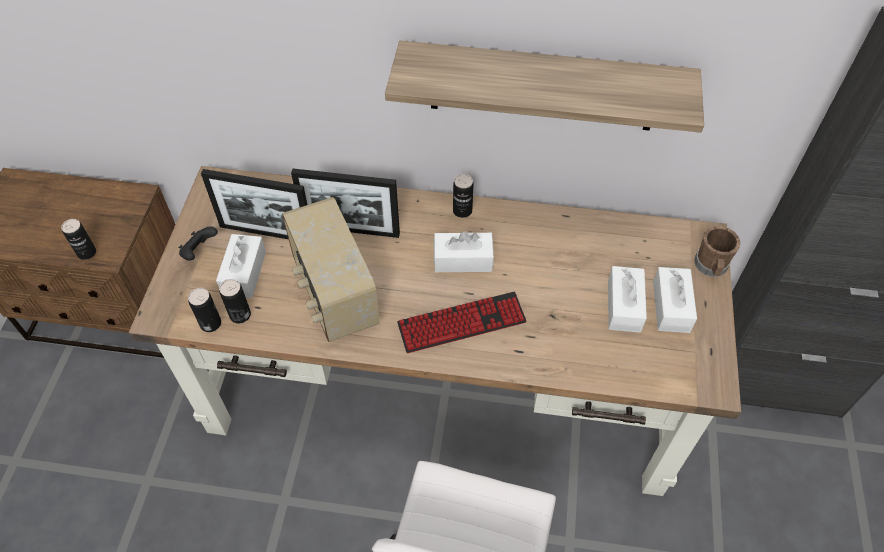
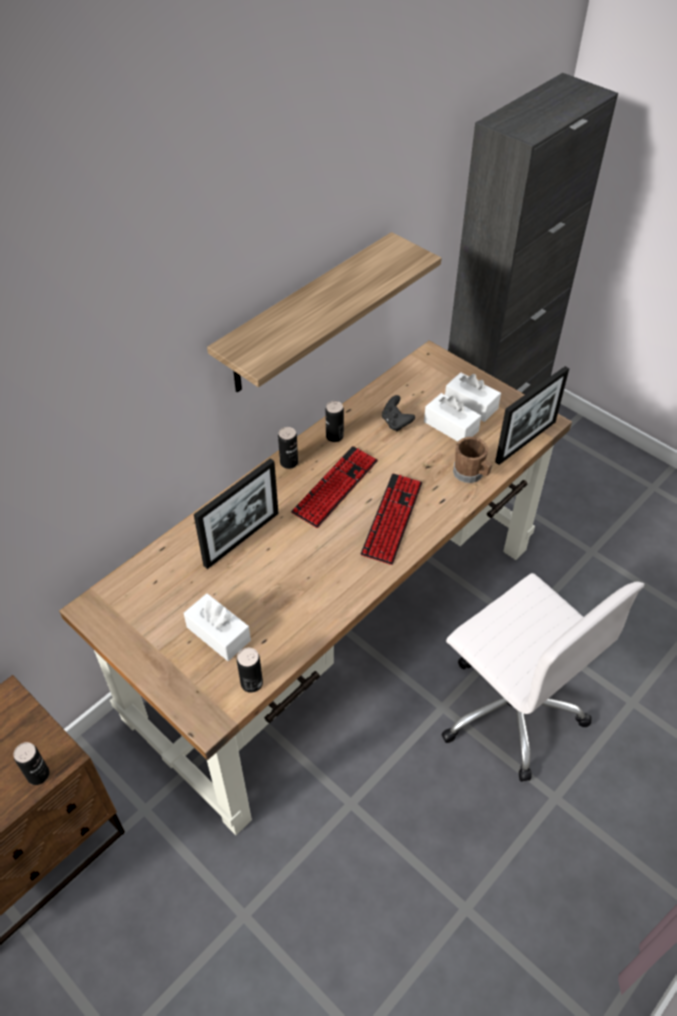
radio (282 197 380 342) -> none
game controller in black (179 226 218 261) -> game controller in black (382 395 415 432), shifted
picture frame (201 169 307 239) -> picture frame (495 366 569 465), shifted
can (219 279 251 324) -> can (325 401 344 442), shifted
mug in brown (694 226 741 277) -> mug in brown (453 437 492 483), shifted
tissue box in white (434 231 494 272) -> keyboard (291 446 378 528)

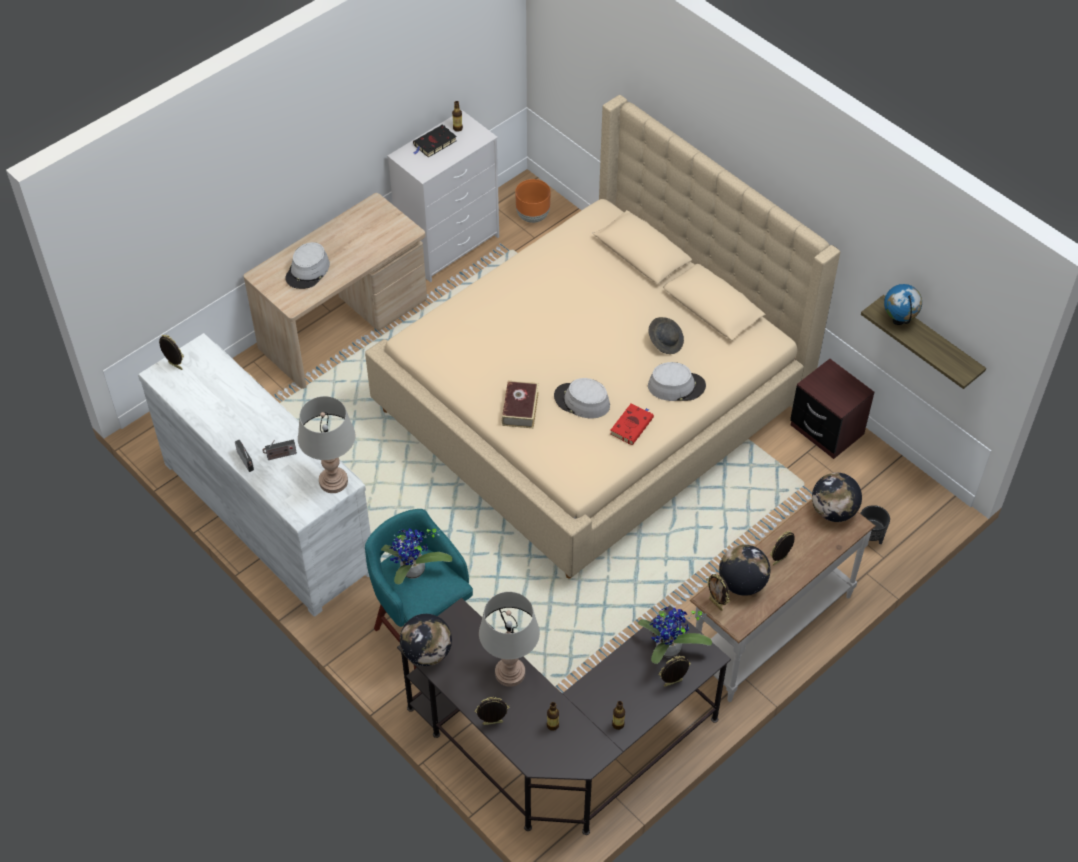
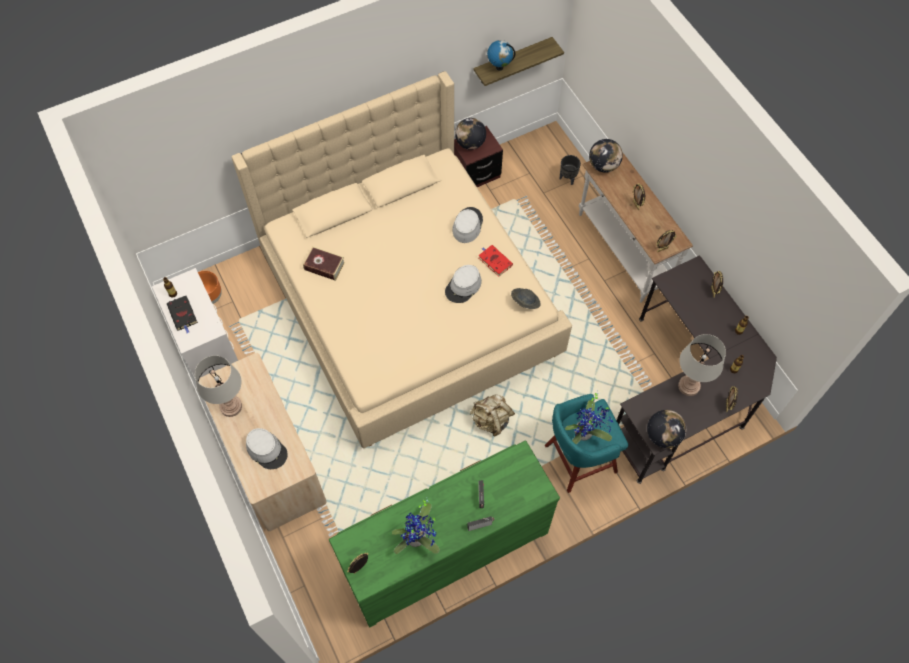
none -> backpack in beige (470 394 515 436)
table lamp in grey (298 396 355 493) -> table lamp in grey (195 355 242 417), shifted
book (502 381 539 428) -> book (303 246 345 281), shifted
potted plant (638 607 712 664) -> potted plant (392 497 440 554), shifted
hat in grey (649 317 684 354) -> hat in grey (511 288 541 309), shifted
globe (719 544 770 596) -> globe (455 118 486 150), shifted
dresser in white (138 333 371 617) -> dresser in green (329 441 560 627)

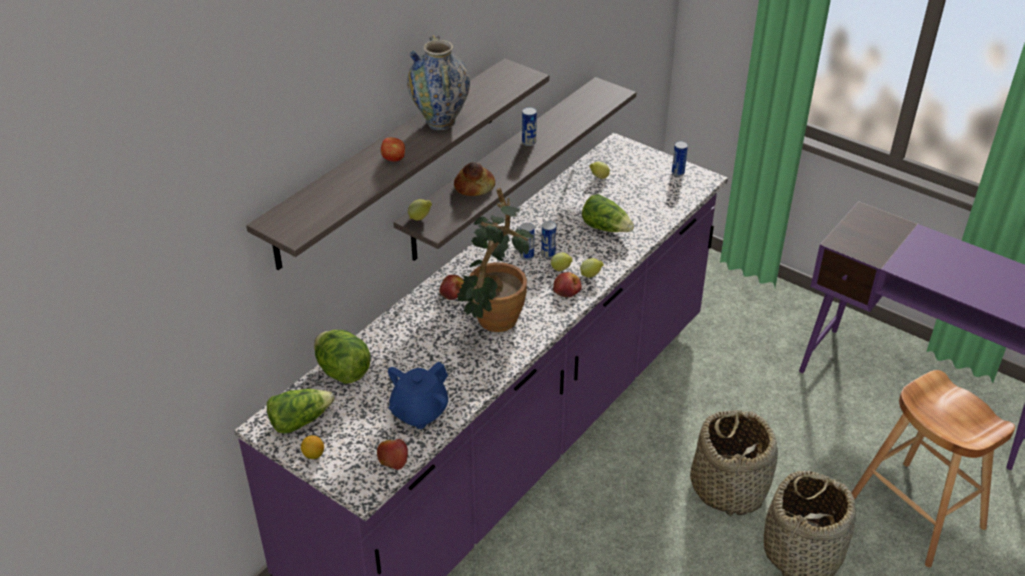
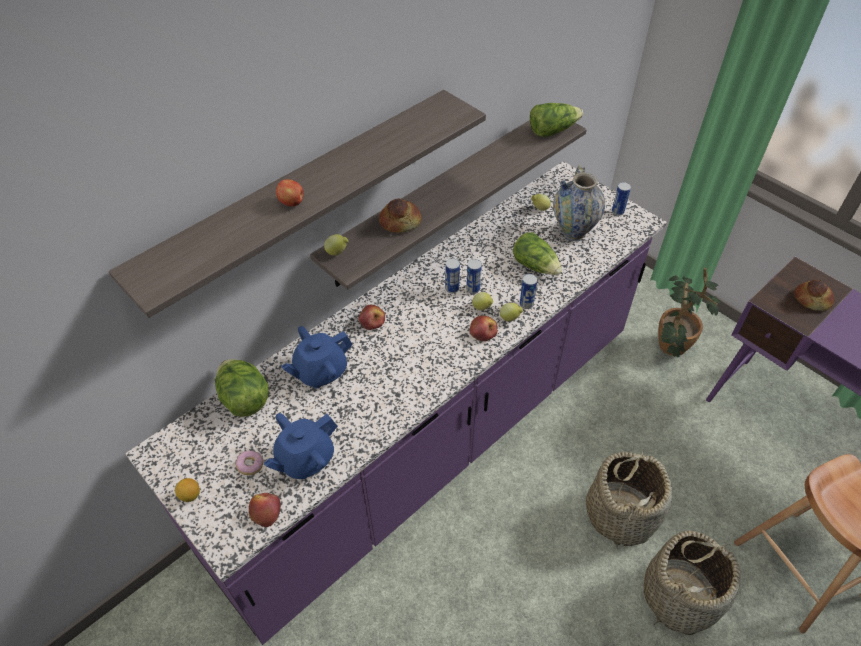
none -> donut (235 451 264 475)
none -> teapot in blue (281 326 353 389)
none -> bread (794 280 834 311)
lettuce (267 389 334 434) -> lettuce (530 103 583 137), shifted
vase (407 35 470 130) -> vase (553 165 605 242), shifted
potted plant (457 188 534 332) -> potted plant (658 268 721 357), shifted
can (522 107 537 146) -> can (520 274 538 309), shifted

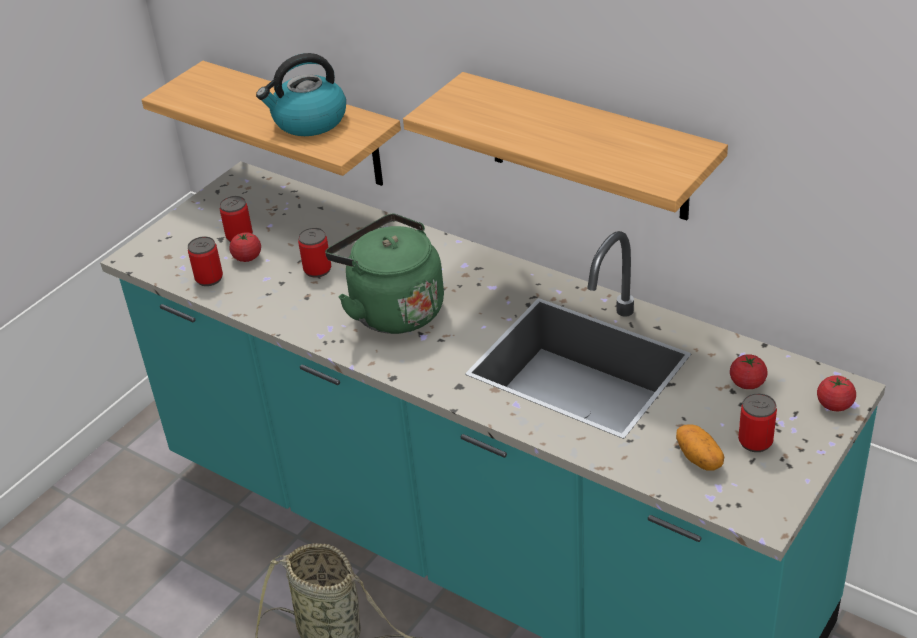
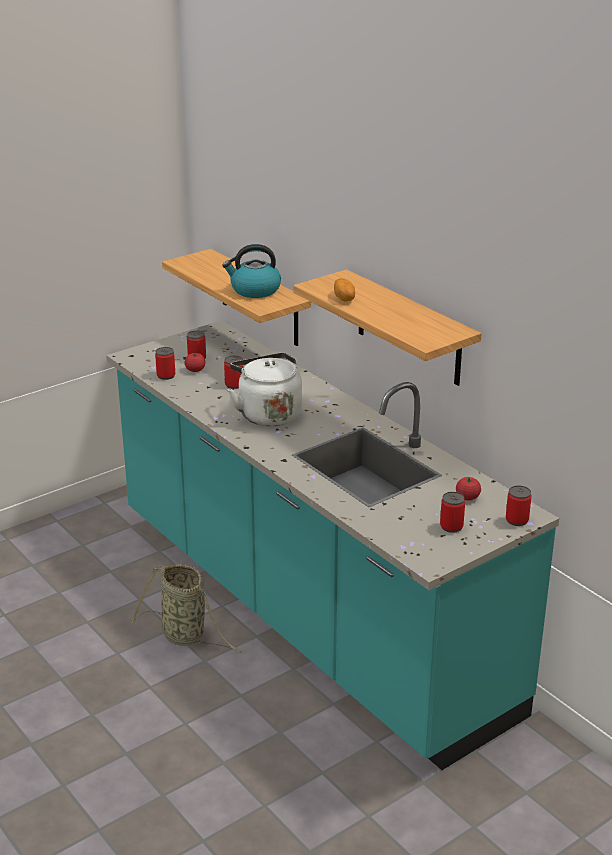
potato (676 424 724 471) -> potato (334 278 355 302), shifted
tomato (817 375 856 411) -> can (506 486 532 526)
kettle in green (325 213 444 334) -> kettle in white (227 353 302 426)

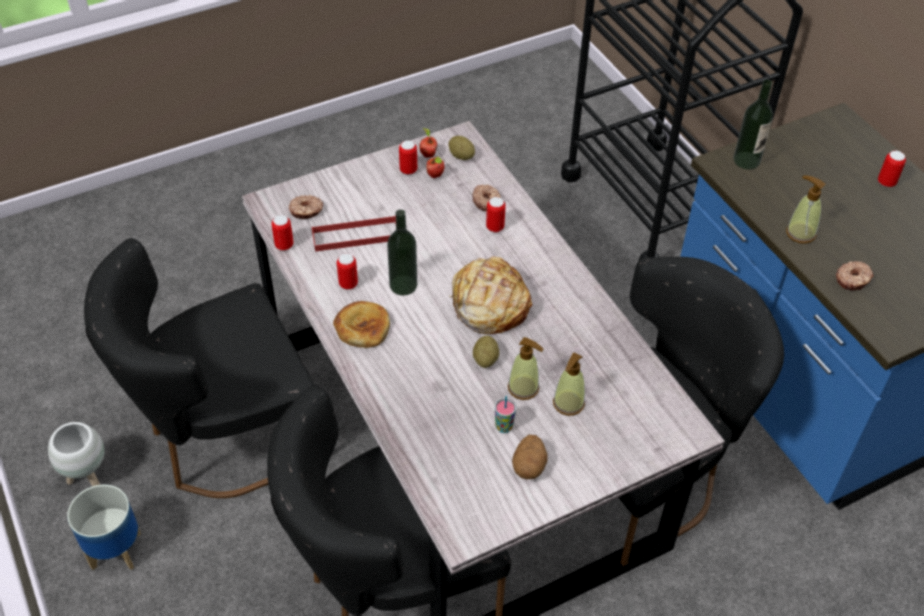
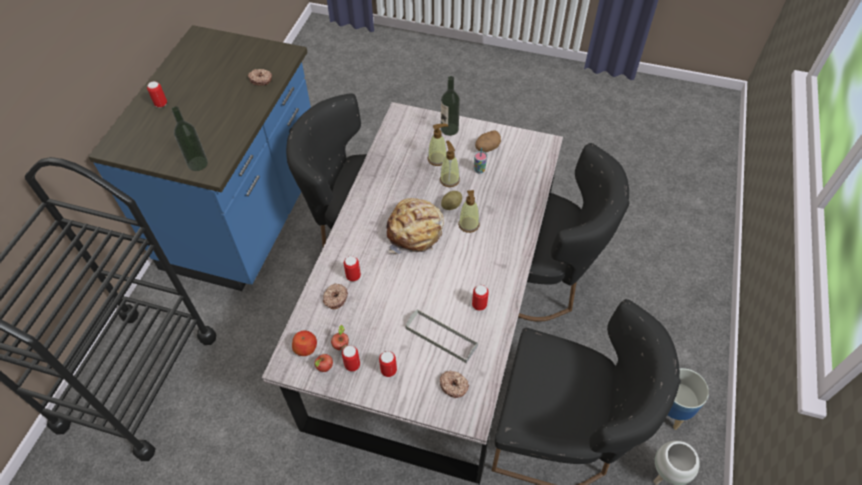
bread (333 301 390 348) -> none
can (272 215 294 251) -> can (379 351 397 377), shifted
bottle (387 209 417 296) -> bottle (441 76 460 136), shifted
soap dispenser (786 176 825 244) -> soap dispenser (458 190 480 233), shifted
potato (448 136 475 160) -> apple (292 331 317 356)
tray in red (312 215 396 252) -> tray in grey (405 309 478 363)

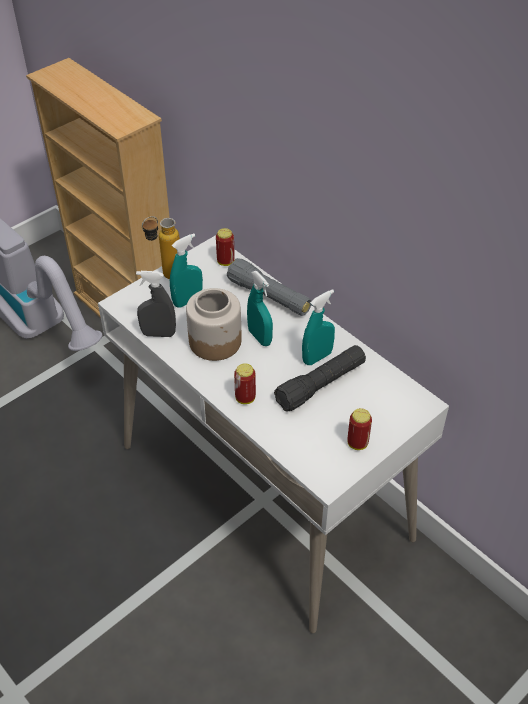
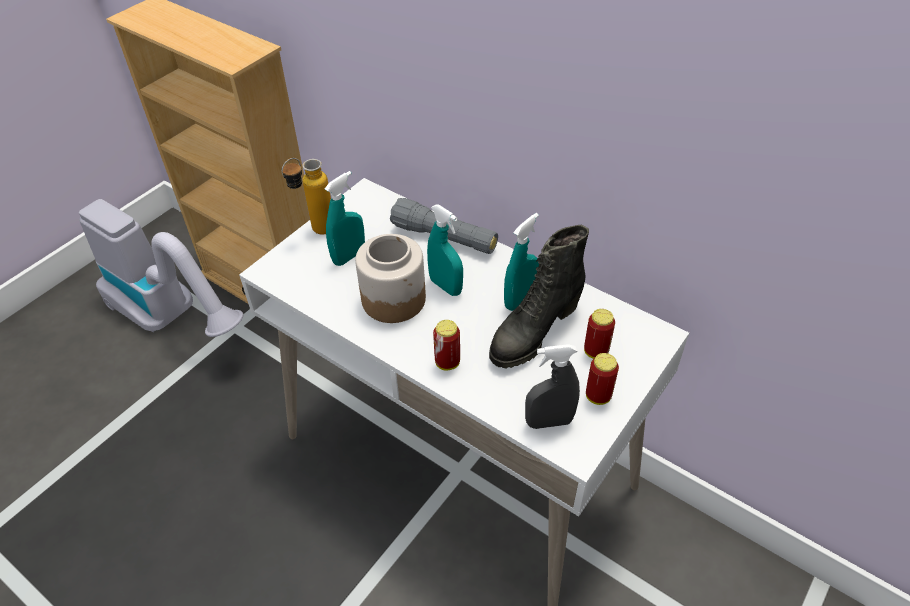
spray bottle in grey (136 271 176 337) -> spray bottle in grey (525 344 580 429), shifted
can (216 228 235 266) -> can (584 309 615 359), shifted
flashlight in black (274 345 366 412) -> boot in black (489 225 589 368)

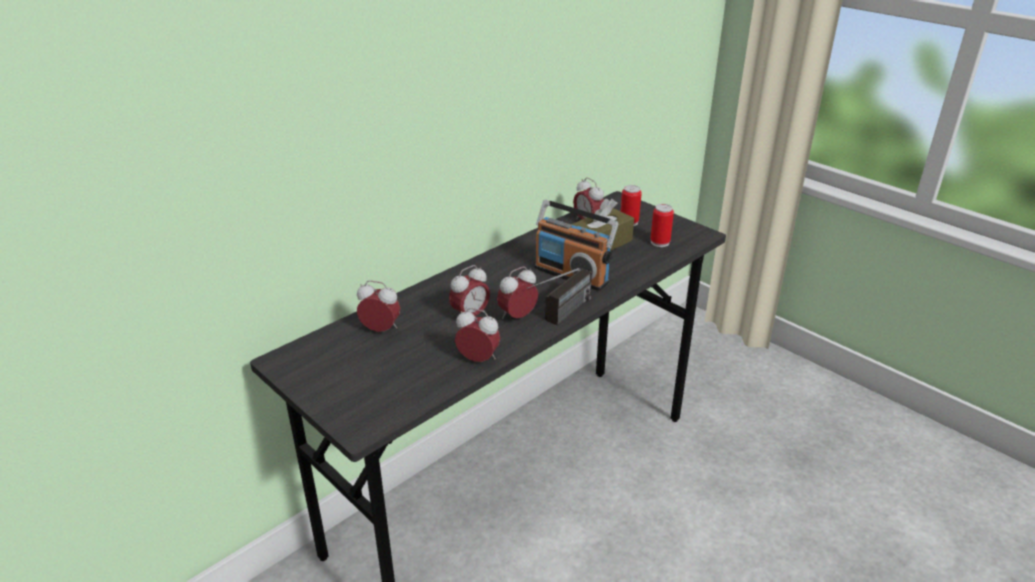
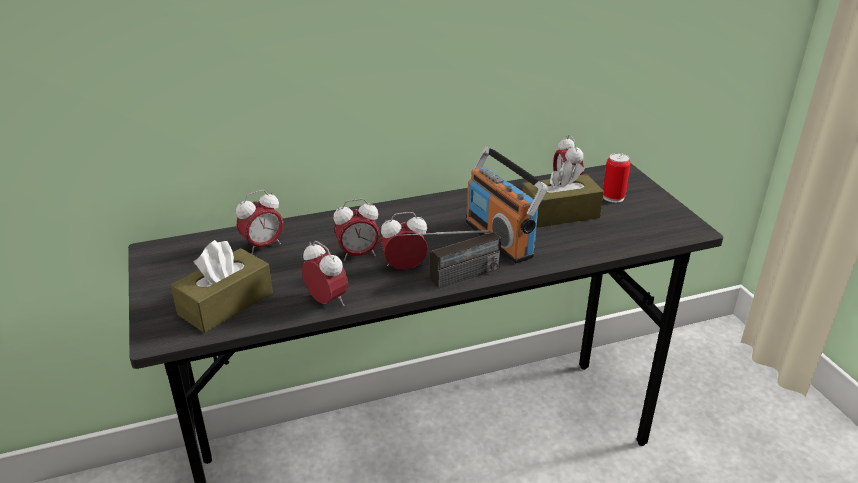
can (650 204 674 247) -> none
none -> tissue box in brown (171 240 273 333)
alarm clock (357 280 400 332) -> alarm clock (236 190 284 254), 105 degrees clockwise

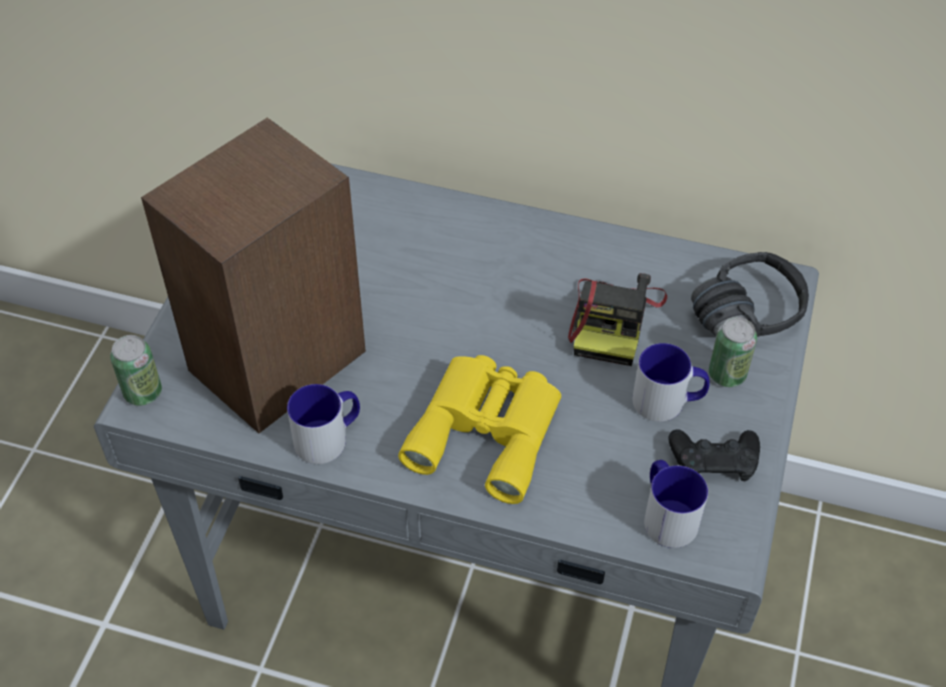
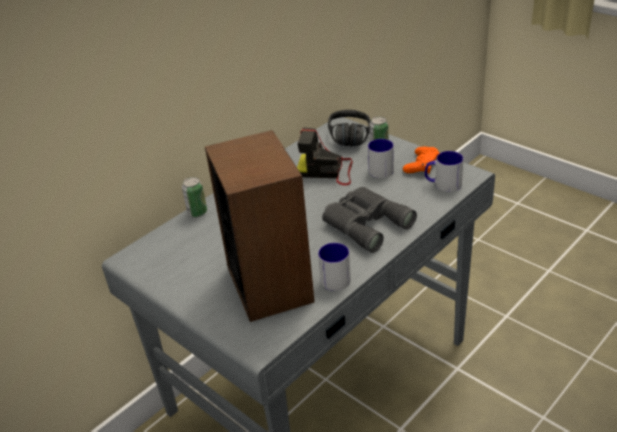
can (110 335 162 406) -> can (182 177 207 217), shifted
binoculars in yellow (398 355 561 504) -> binoculars in grey (322 187 417 253)
game controller in black (668 429 760 481) -> game controller in orange (403 147 440 174)
photo camera (568 273 667 366) -> photo camera (297 128 353 186), 150 degrees clockwise

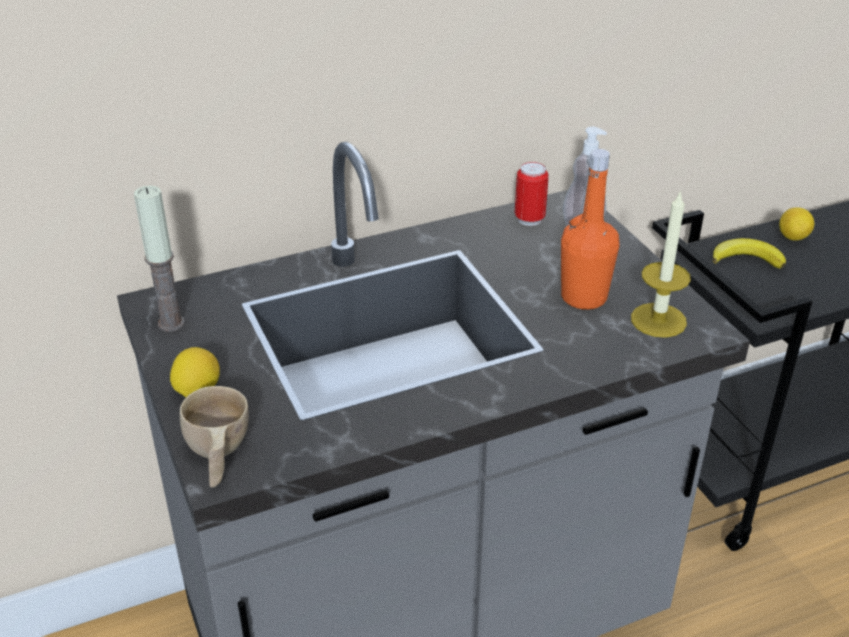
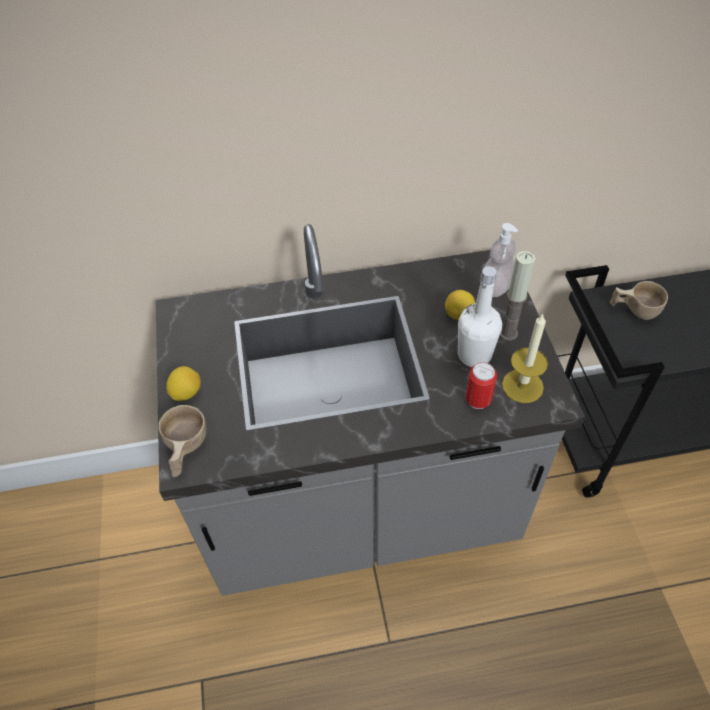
candle (134 186 185 332) -> candle (500 251 536 341), shifted
can (515 162 549 226) -> can (465 362 497 409), shifted
lemon (779 207 814 241) -> lemon (445 290 475 320), shifted
banana (713 238 786 269) -> cup in beige (610 281 668 320)
bottle in orange (561 149 620 310) -> bottle in white (458 266 502 367)

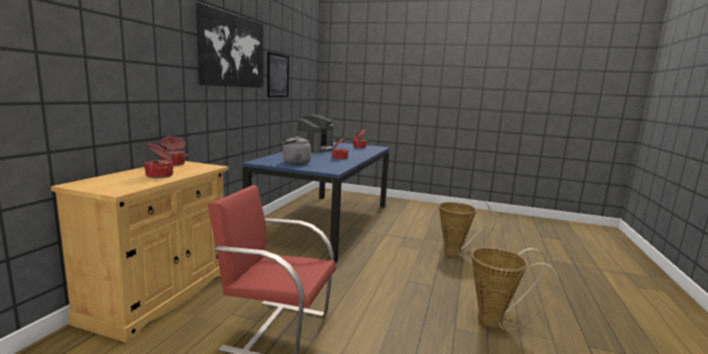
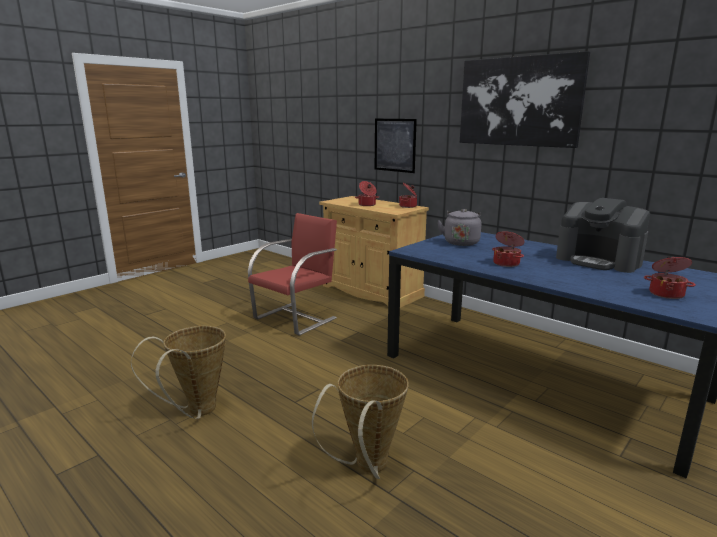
picture (267 52 289 97) -> picture (375 119 417 173), shifted

